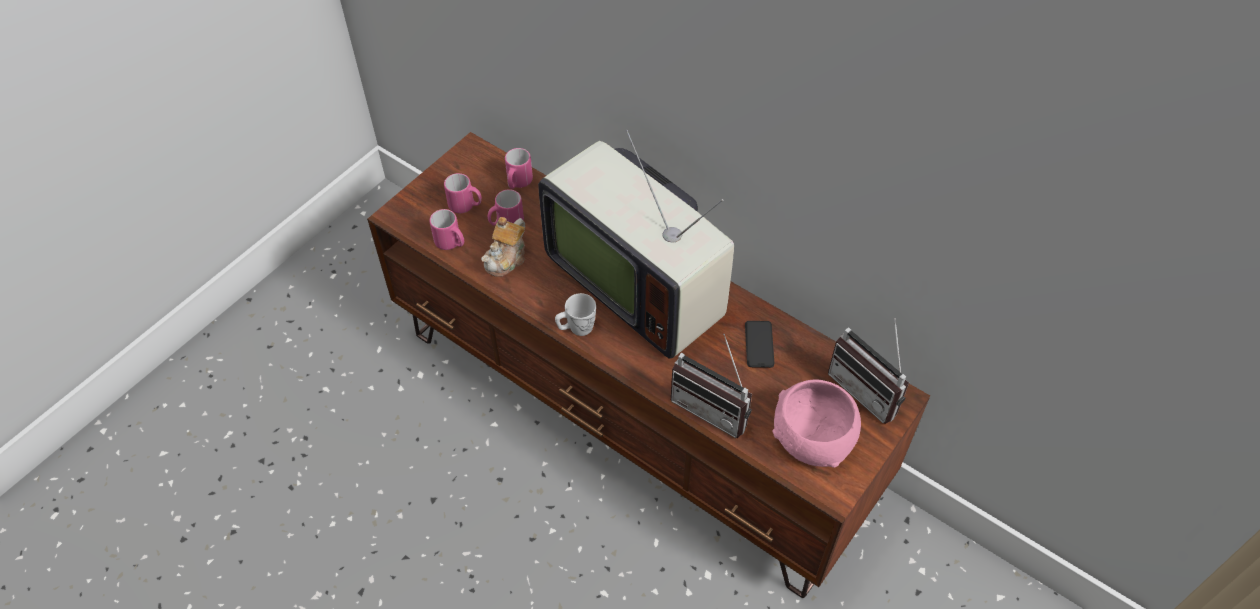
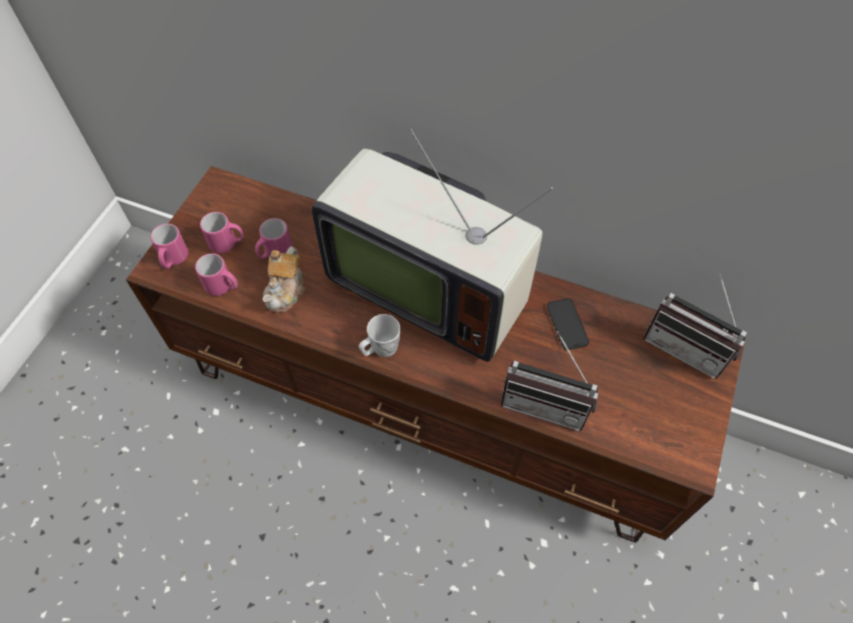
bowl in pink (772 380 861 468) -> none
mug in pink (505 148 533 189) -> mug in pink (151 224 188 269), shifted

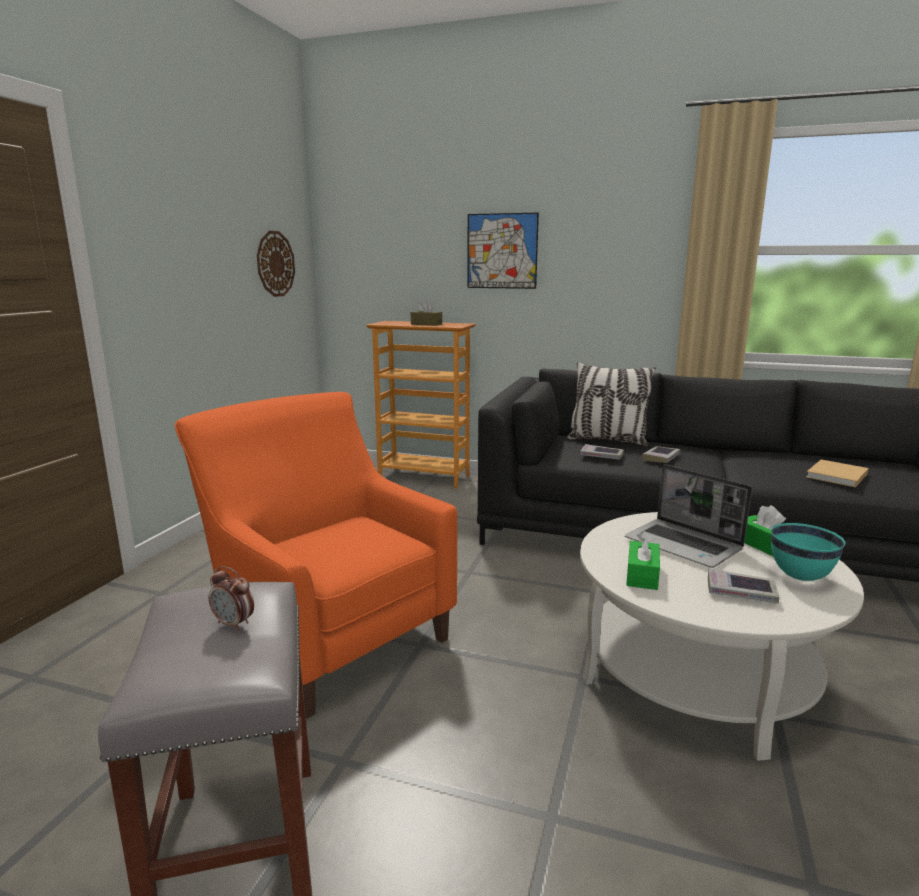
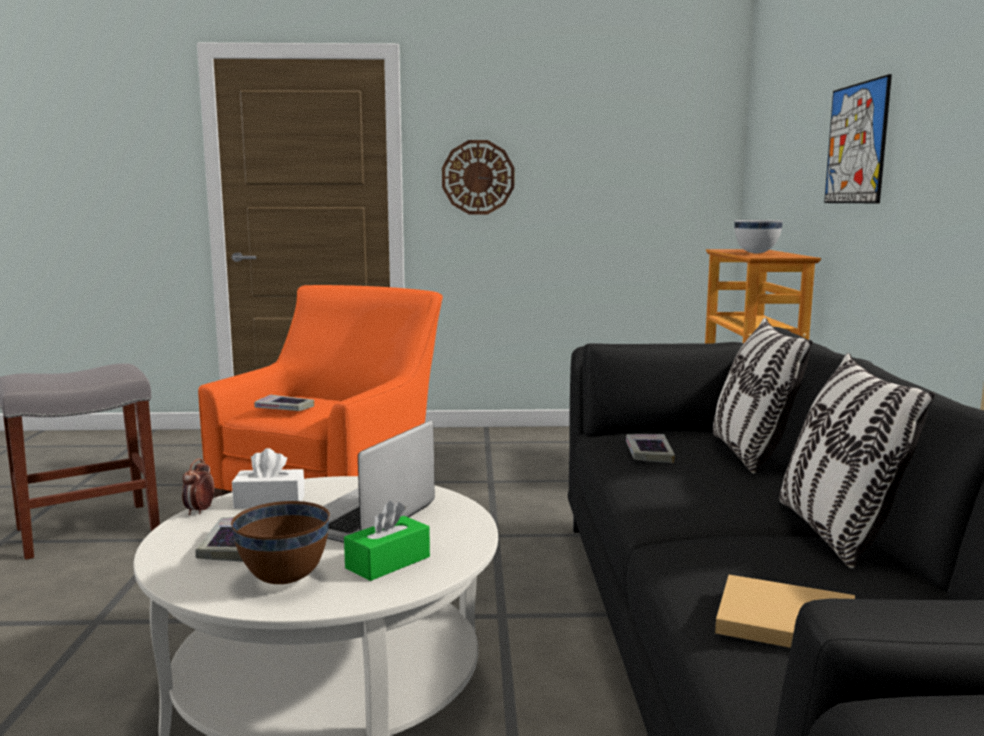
none -> pillow (779 353 935 569)
alarm clock (209 566 254 631) -> alarm clock (182 458 214 515), shifted
wall clock (257 231 295 297) -> wall clock (442 140 514 214), shifted
book (643 446 680 463) -> book (254 395 314 411), shifted
tissue box in brown (411 300 442 326) -> bowl in white (734 220 783 254)
tissue box in green (626 531 660 590) -> tissue box in white (232 448 305 509)
bowl in turquoise (771 523 845 581) -> bowl in brown (231 501 330 584)

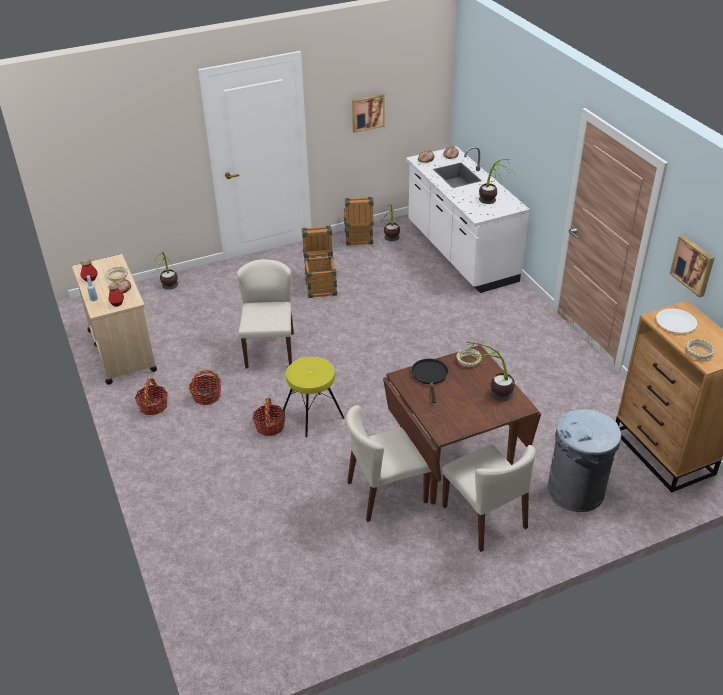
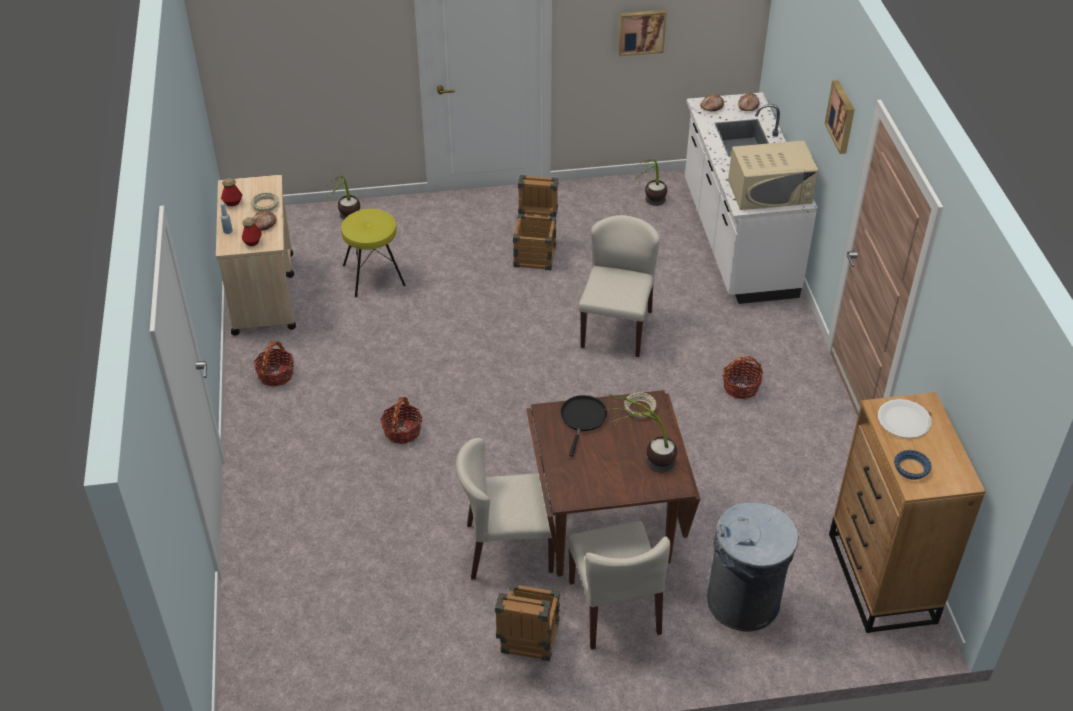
basket (189 370 221 405) -> basket (722 356 763 399), shifted
chair in beige (237 259 294 368) -> chair in beige (578 215 660 357), shifted
stool in yellow (283 357 345 437) -> stool in yellow (341 209 406 298), shifted
crate (344 197 374 246) -> crate (495 583 560 661), shifted
picture (670 235 714 298) -> picture (825 80 855 154), shifted
potted plant (479 159 515 204) -> microwave in beige (728 140 818 210)
bowl in beige (686 339 715 359) -> bowl in blue (894 450 932 480)

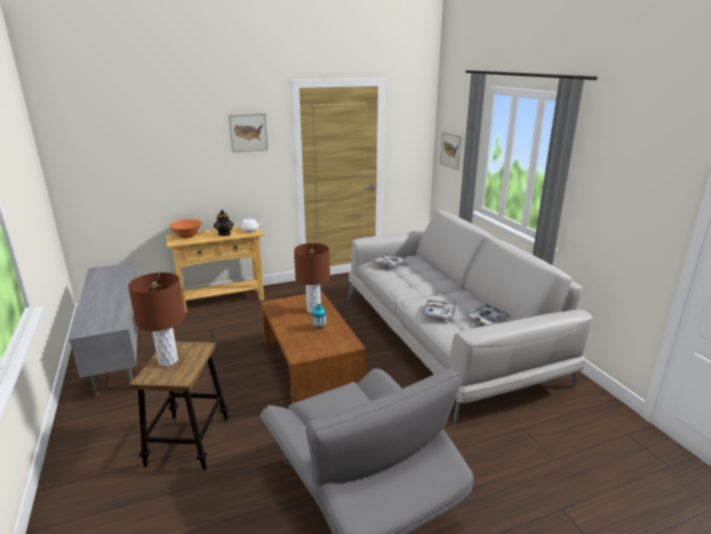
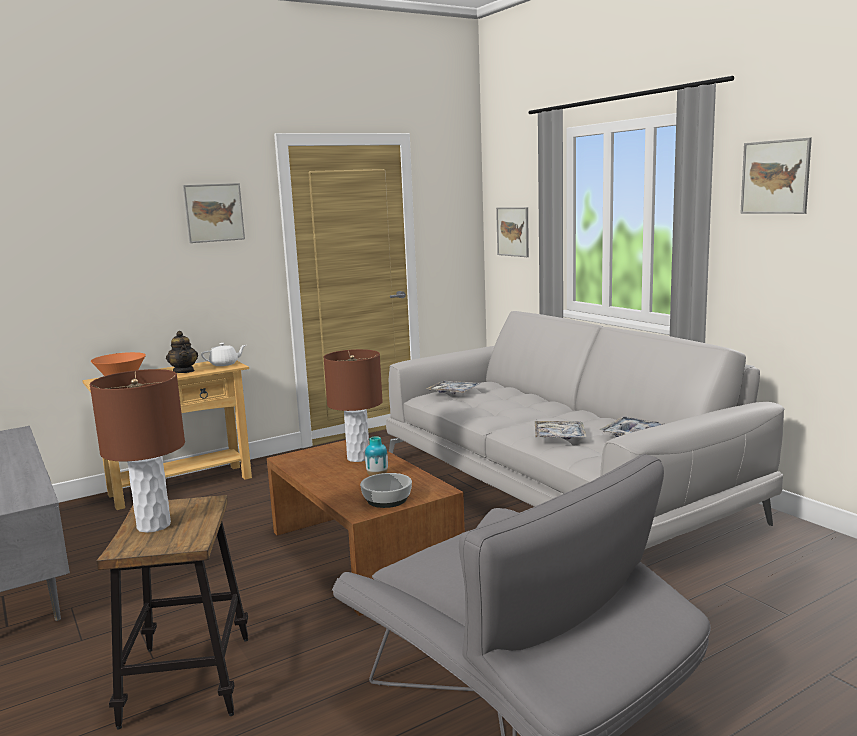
none -> bowl (360 473 412 508)
none -> picture (740 138 812 214)

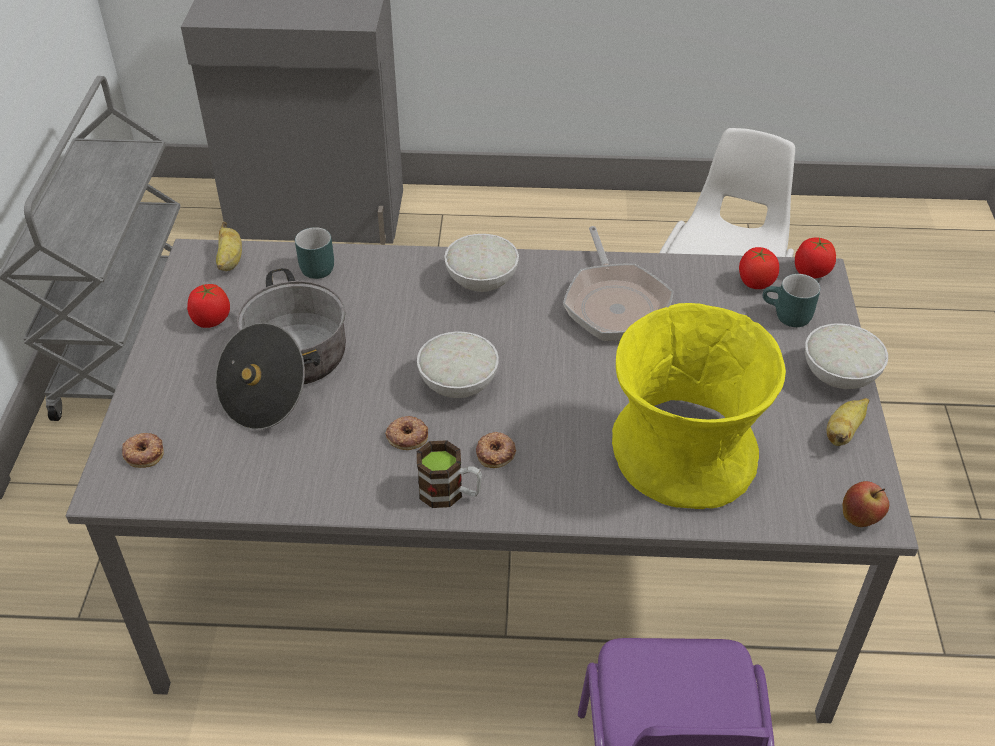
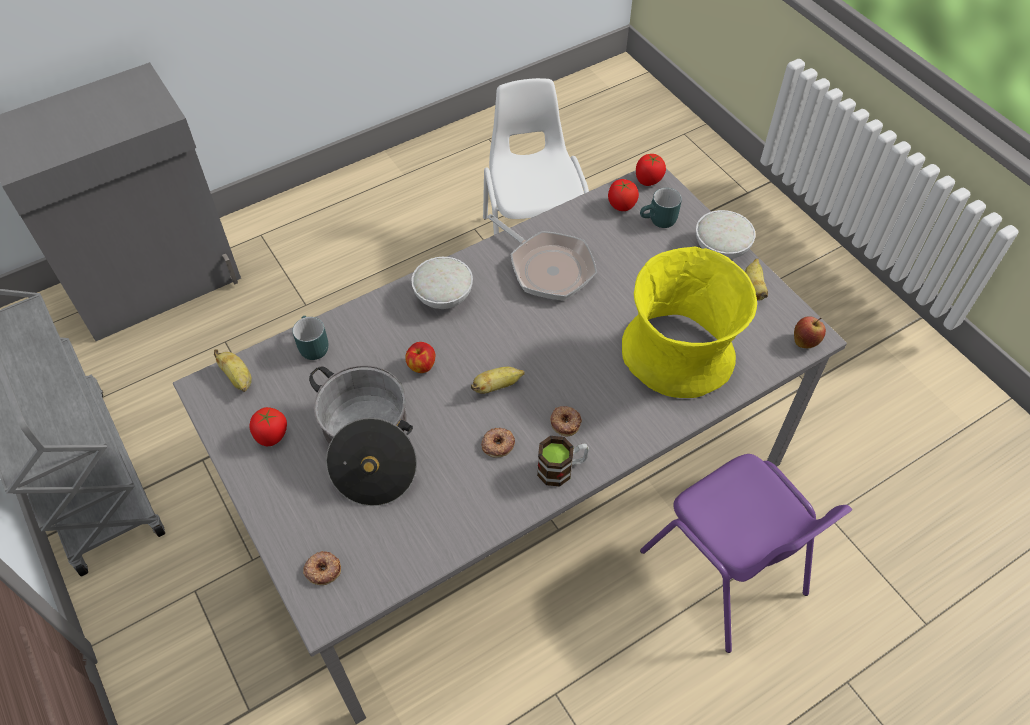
none -> apple (405 342 435 373)
bowl in white (417 332 499 398) -> banana (471 367 525 394)

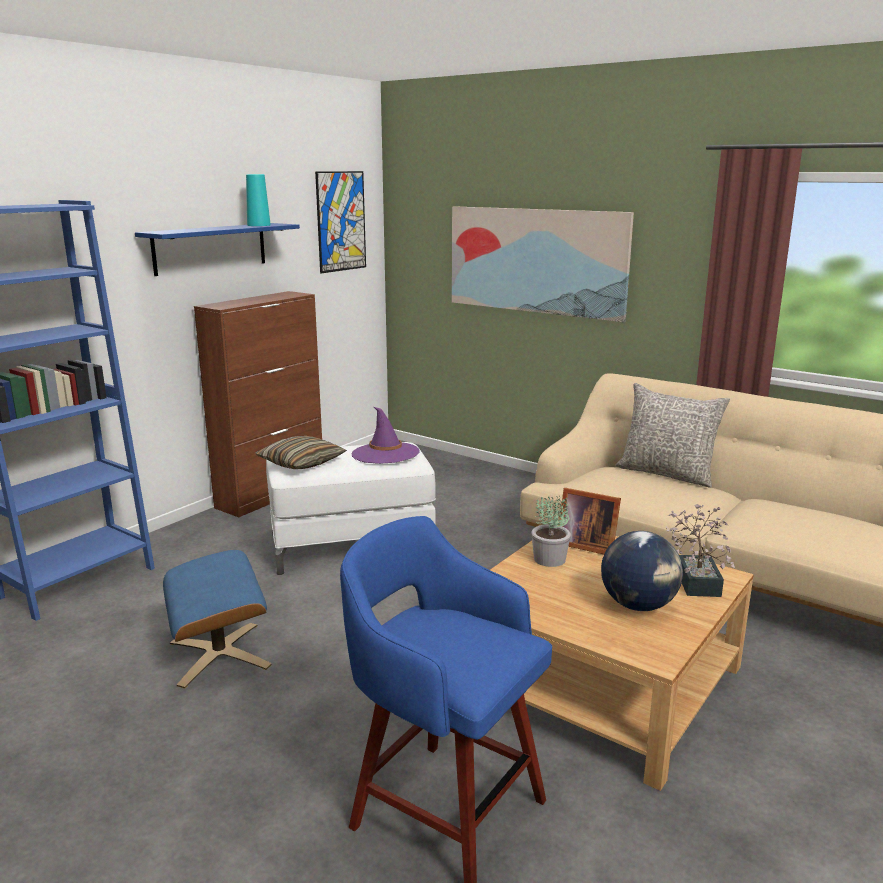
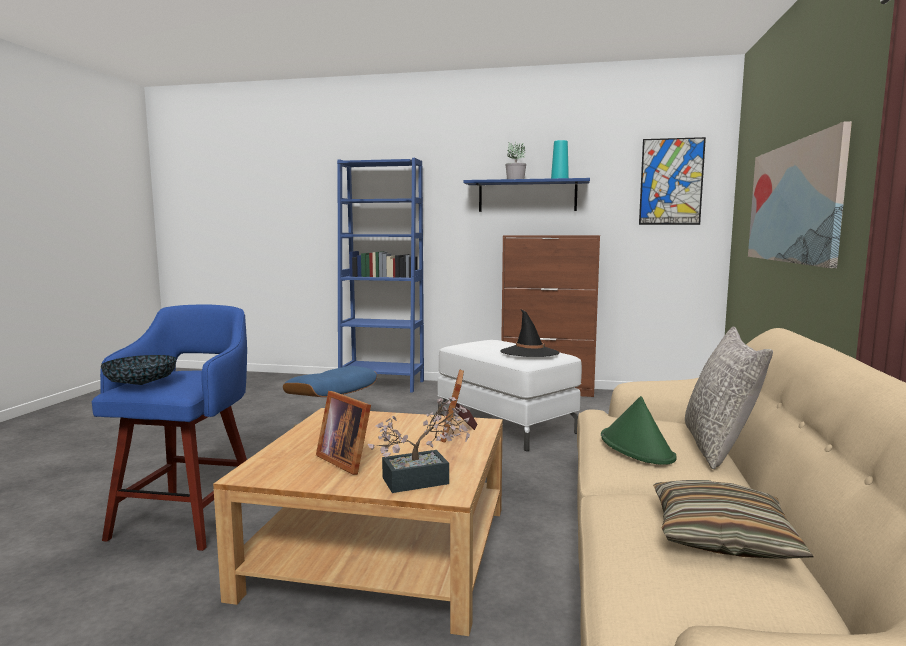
none -> bowl (101 355 176 385)
none -> hat in green (601 396 676 465)
pillow (255 436 347 469) -> pillow (653 480 813 559), shifted
potted plant (531 496 571 567) -> potted plant (505 141 526 179), shifted
globe (601 531 683 611) -> picture frame (316 391 371 475)
hat in purple (352 407 419 464) -> hat in black (500 309 559 357)

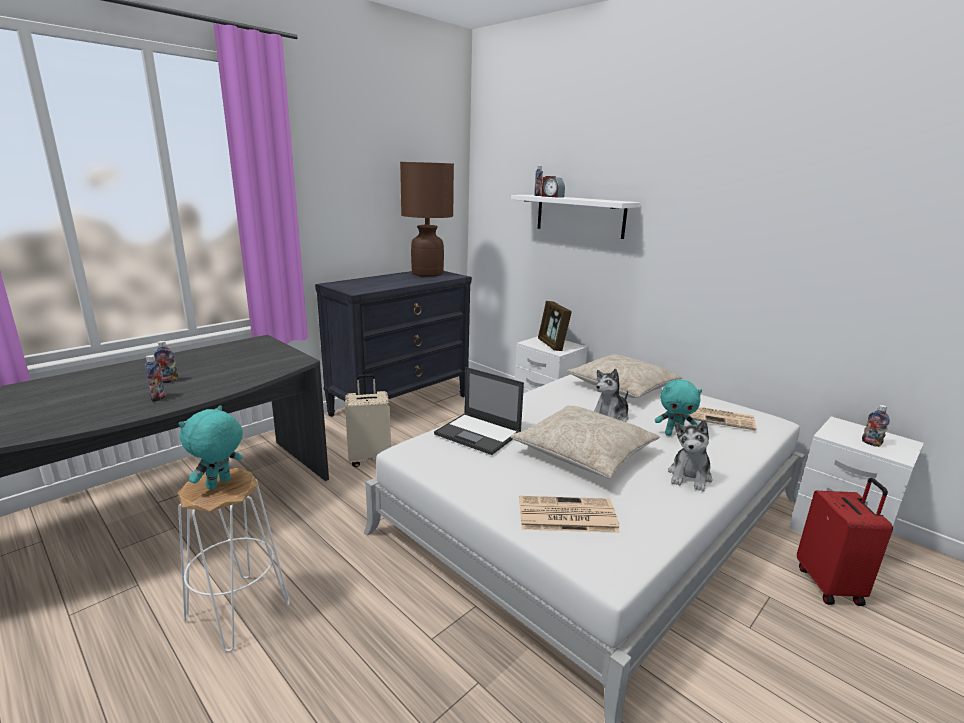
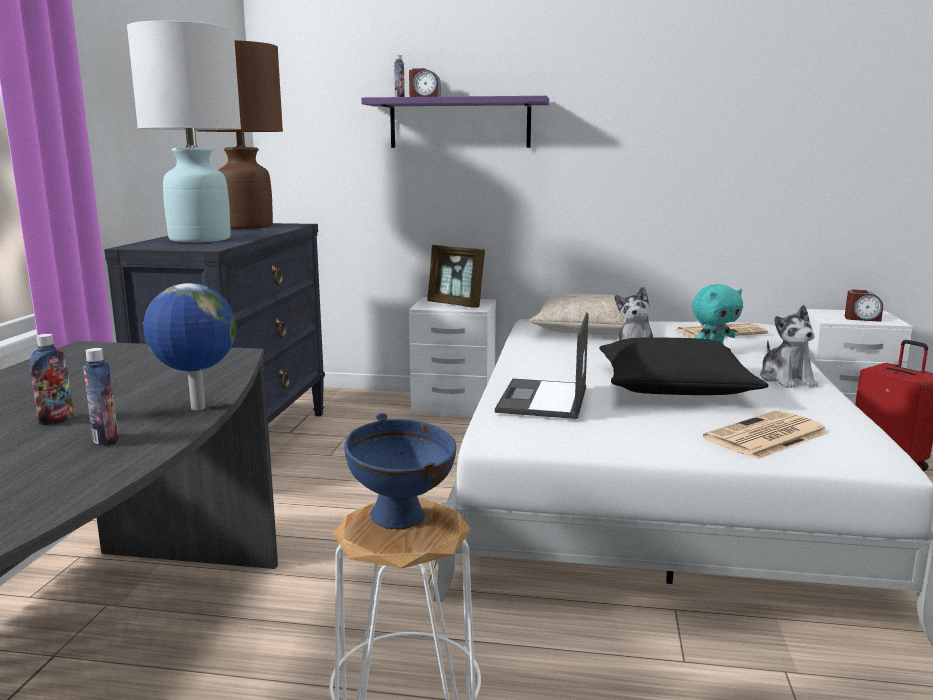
suitcase in beige (345 374 391 467) -> none
none -> table lamp in white (127 21 241 243)
none -> globe (144 283 236 410)
plush toy in turquoise (179 405 243 490) -> bowl in blue (344 413 456 530)
bottle (862 405 890 447) -> alarm clock (845 289 883 322)
shelf in white (511 195 641 239) -> shelf in purple (361 96 549 148)
pillow in beige (511 405 660 478) -> pillow in black (599 337 768 395)
laptop (434 367 524 455) -> laptop (495 312 589 419), 105 degrees clockwise

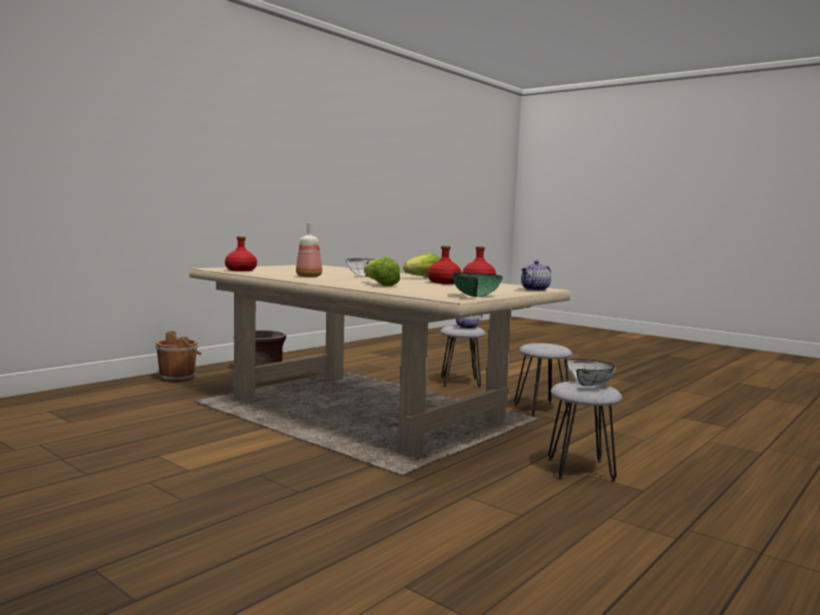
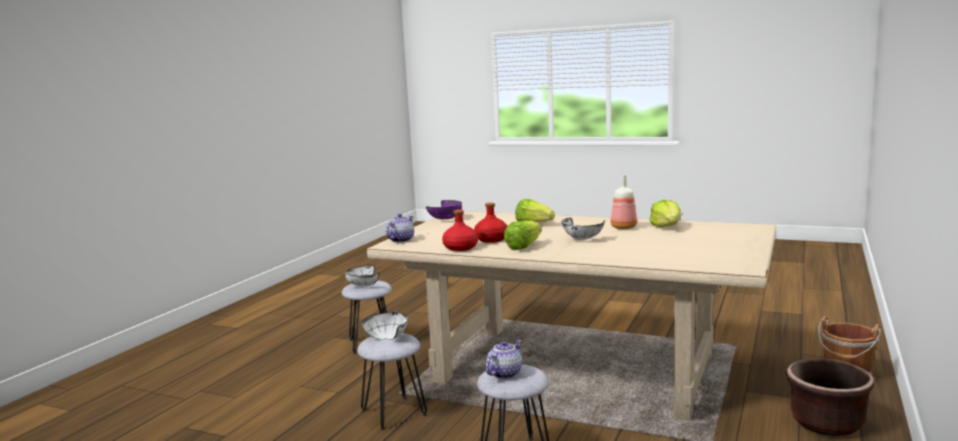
bottle in red (225 236 257 271) -> none
none -> bowl in white (362 312 408 340)
none -> lettuce (649 200 681 227)
bowl in green (452 273 503 297) -> bowl in purple (426 200 462 219)

